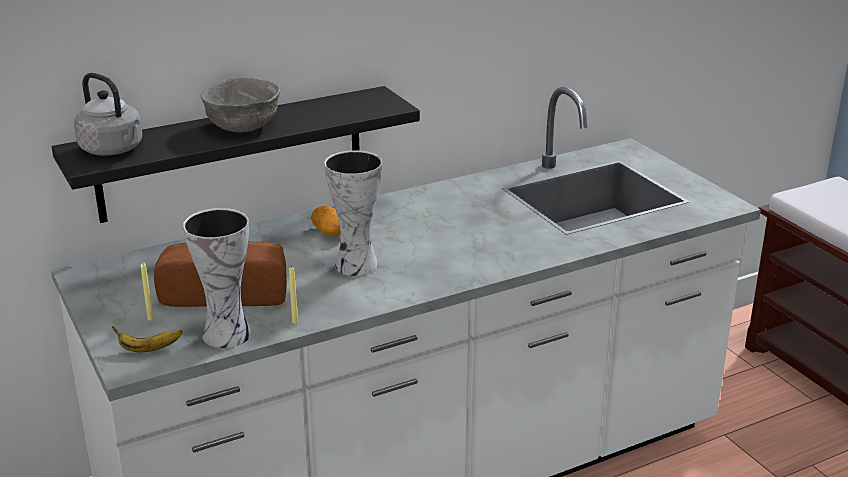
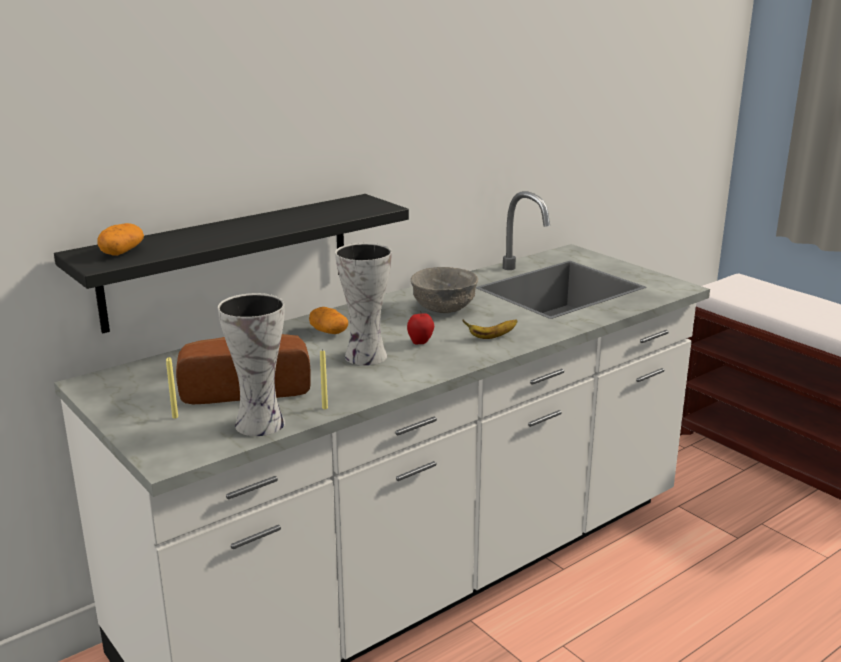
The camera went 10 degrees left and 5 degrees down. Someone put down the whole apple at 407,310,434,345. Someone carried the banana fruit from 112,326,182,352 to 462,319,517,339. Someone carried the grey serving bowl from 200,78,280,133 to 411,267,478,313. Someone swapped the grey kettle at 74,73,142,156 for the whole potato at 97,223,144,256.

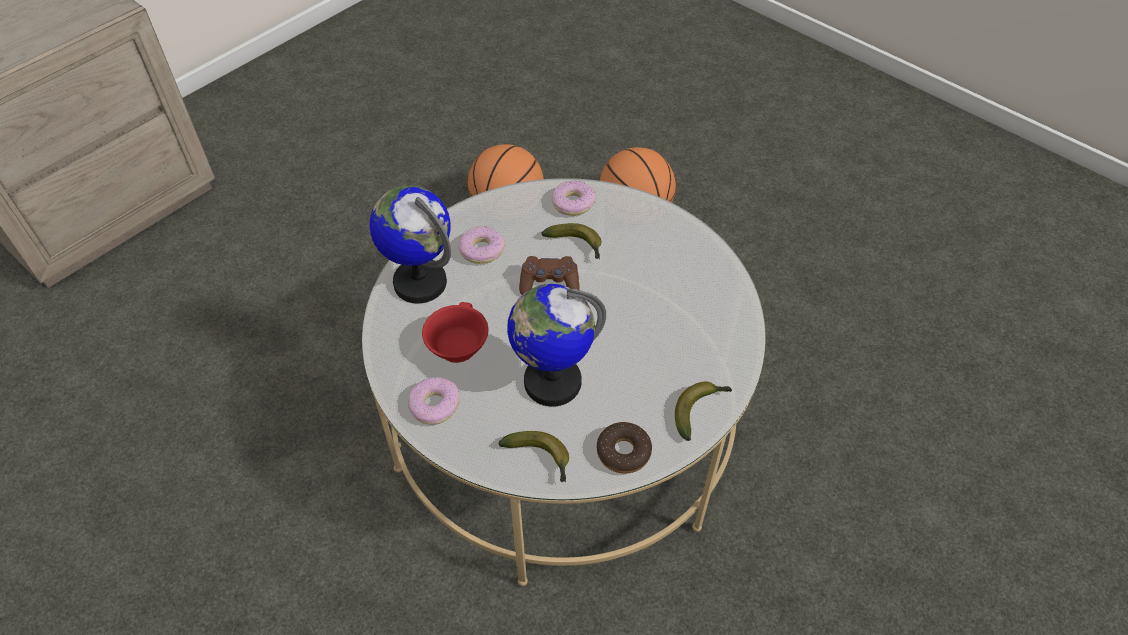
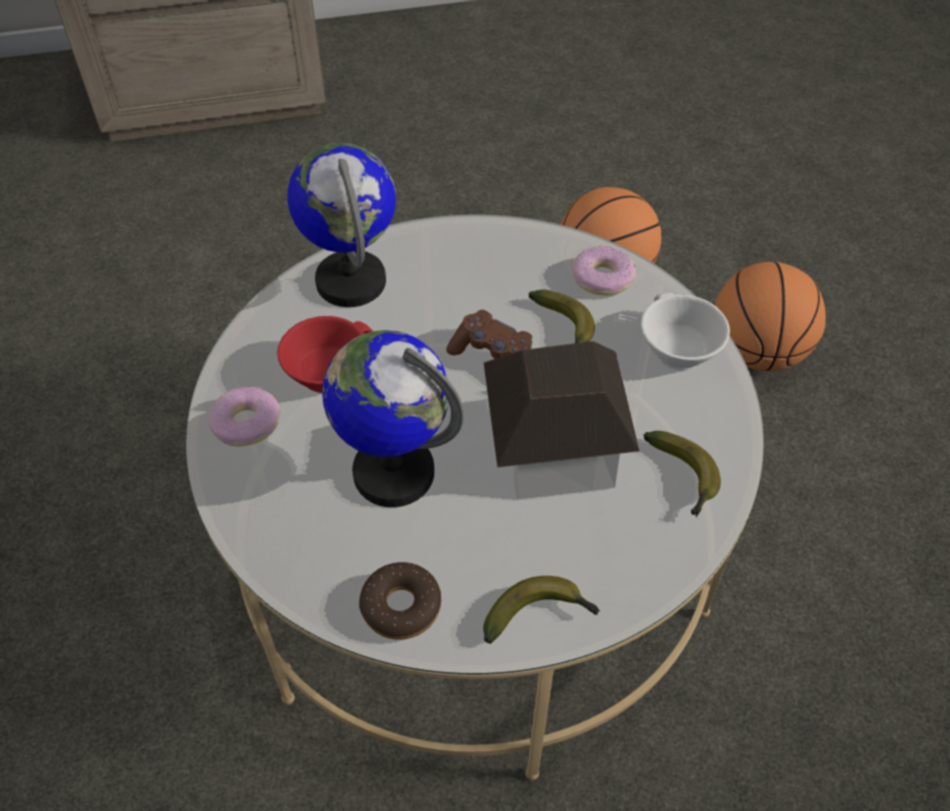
The camera went 35 degrees right and 0 degrees up. Someone took away the donut at 458,227,505,264. Someone put down the toy house at 484,341,639,500. Someone put down the white cup at 641,292,730,370. Someone carried the banana fruit from 498,431,569,482 to 643,431,721,517.

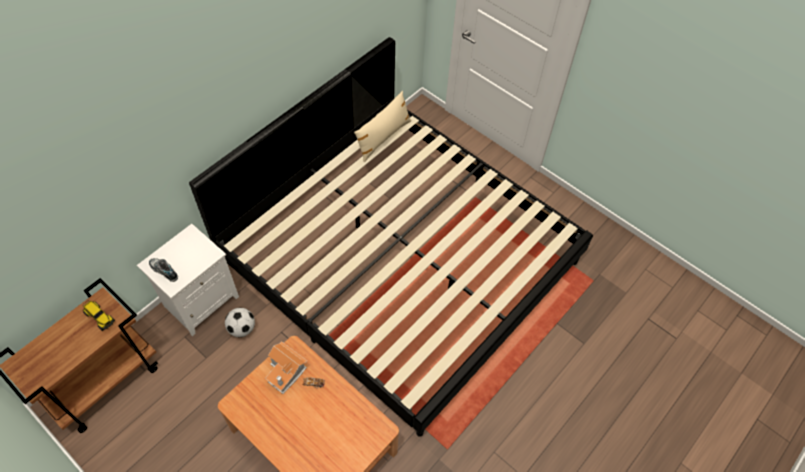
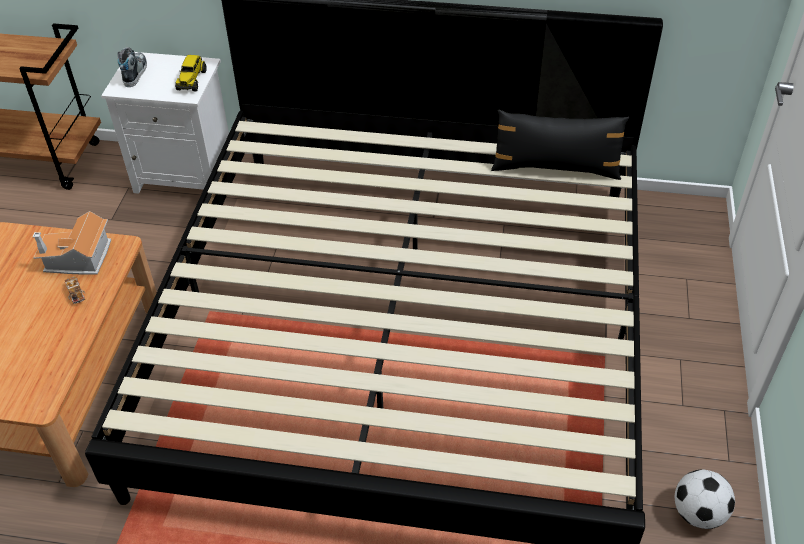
The camera went 60 degrees right and 10 degrees down. Someone carried the model truck from 83,301,115,331 to 175,55,207,91. Someone carried the football ball from 225,308,255,337 to 675,469,735,529. Someone repainted the sand-coloured pillow at 354,91,412,162, which became the black pillow at 491,110,629,180.

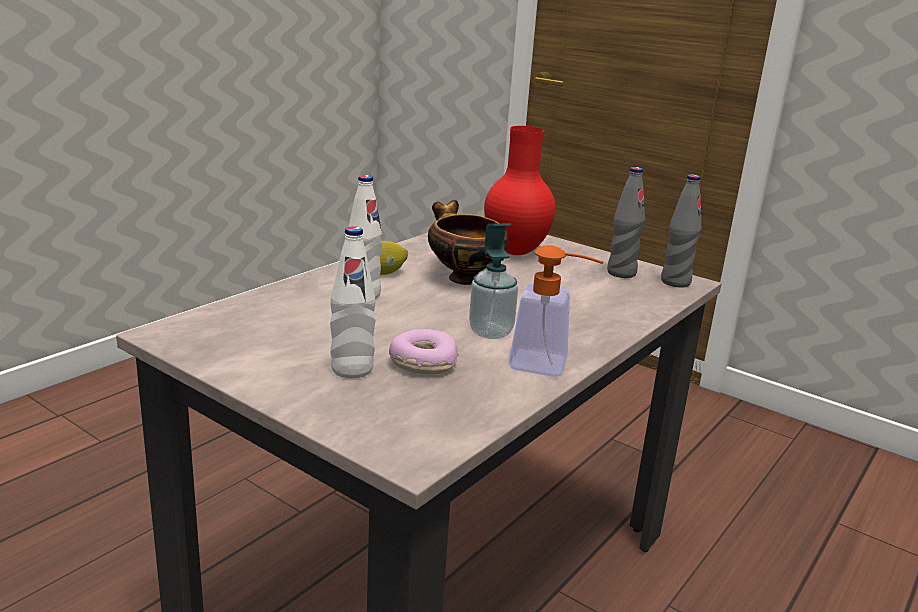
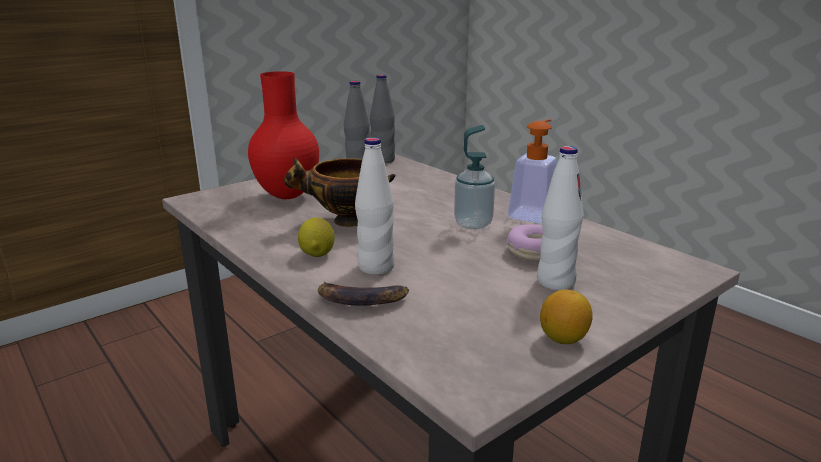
The camera went 75 degrees left and 0 degrees up. Someone put down the banana fruit at 318,281,409,306. Someone put down the lemon at 540,289,593,344.

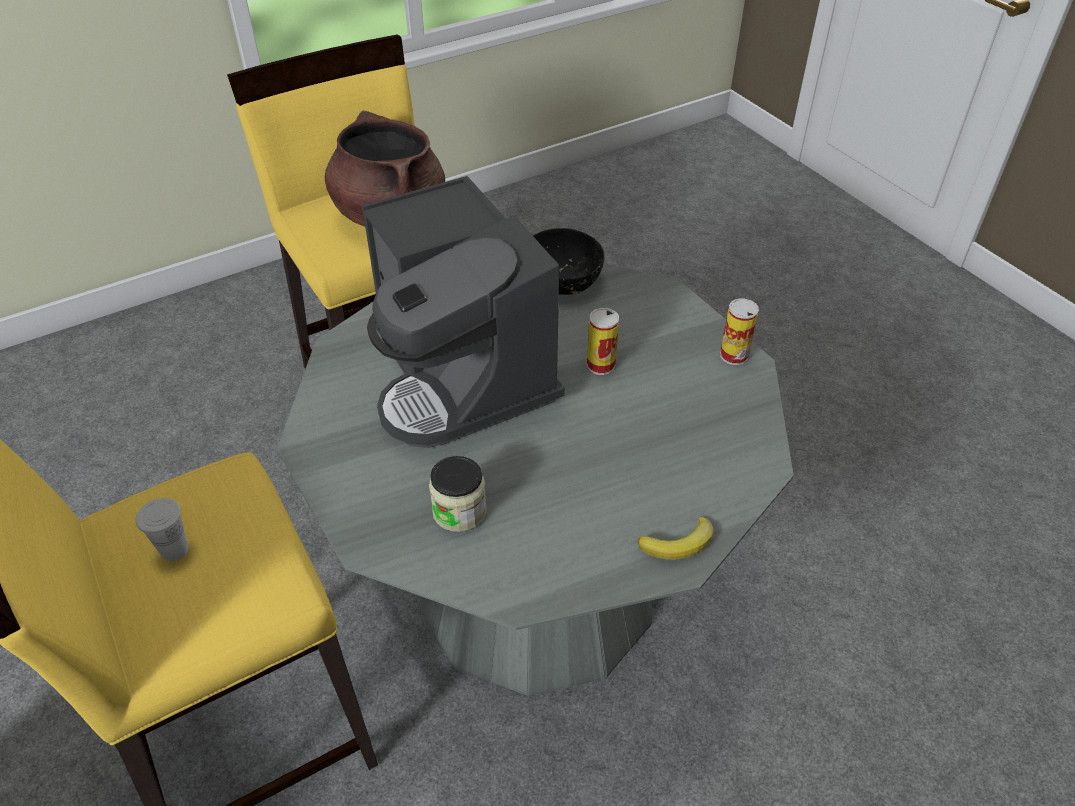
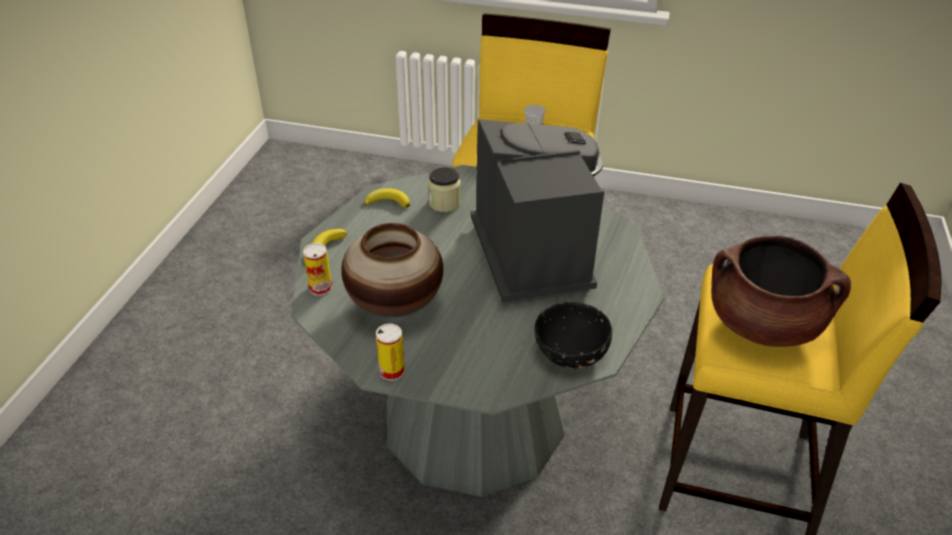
The camera went 135 degrees right and 5 degrees down. Someone put down the vase at 341,223,443,318. Someone put down the banana fruit at 364,188,410,208. Someone carried the can from 587,308,619,375 to 303,243,332,296. Someone rotated the coffee maker at 362,176,565,448 by 60 degrees clockwise.

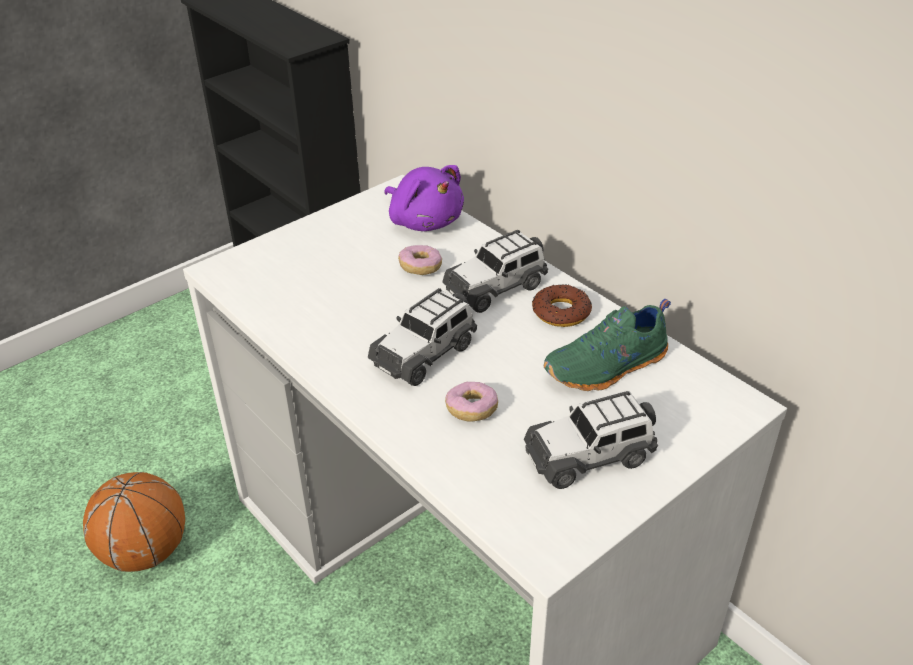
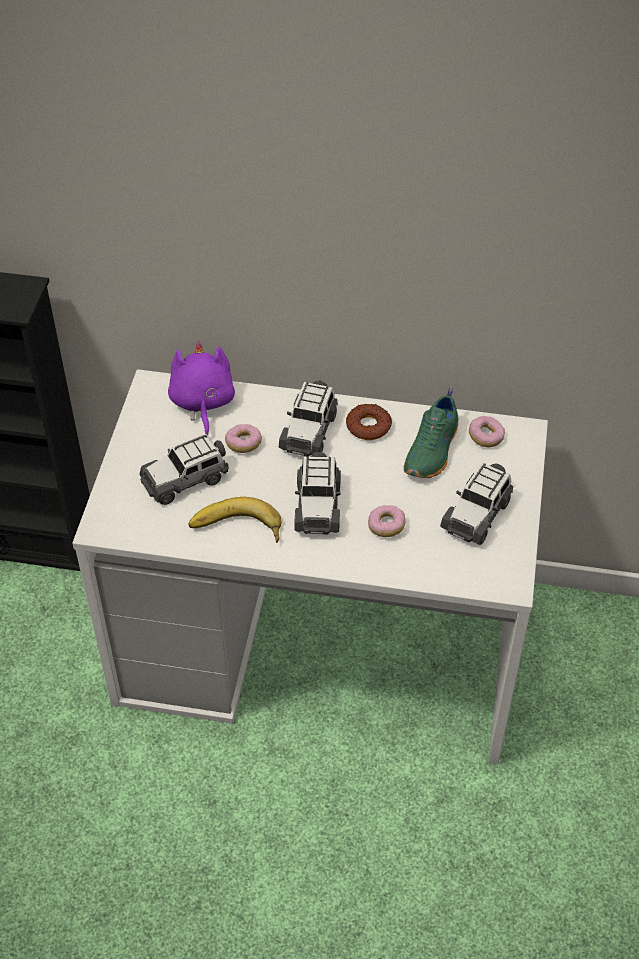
The camera went 40 degrees left and 10 degrees up. Someone took away the basketball ball at 83,472,185,572. Someone put down the toy car at 139,434,229,505. Someone put down the banana fruit at 189,497,282,543. Someone put down the donut at 469,416,505,448. Someone rotated the purplish soft toy at 384,165,464,231 by 105 degrees counterclockwise.

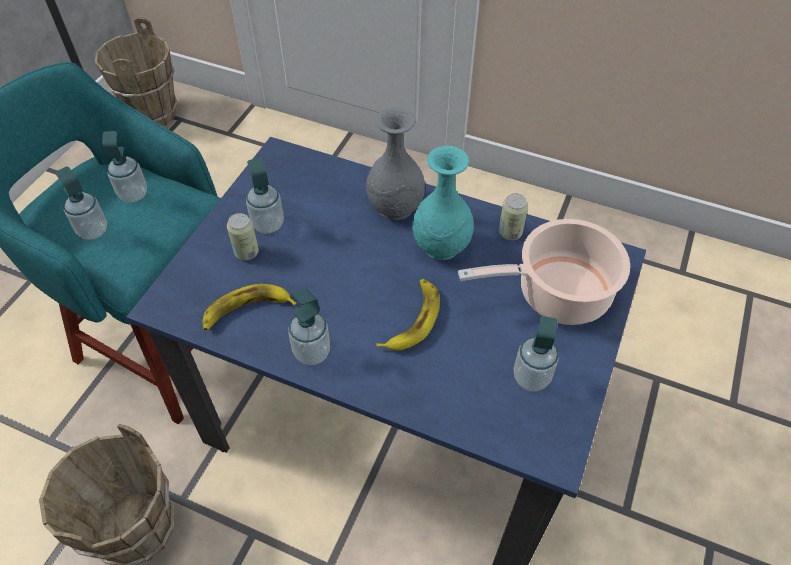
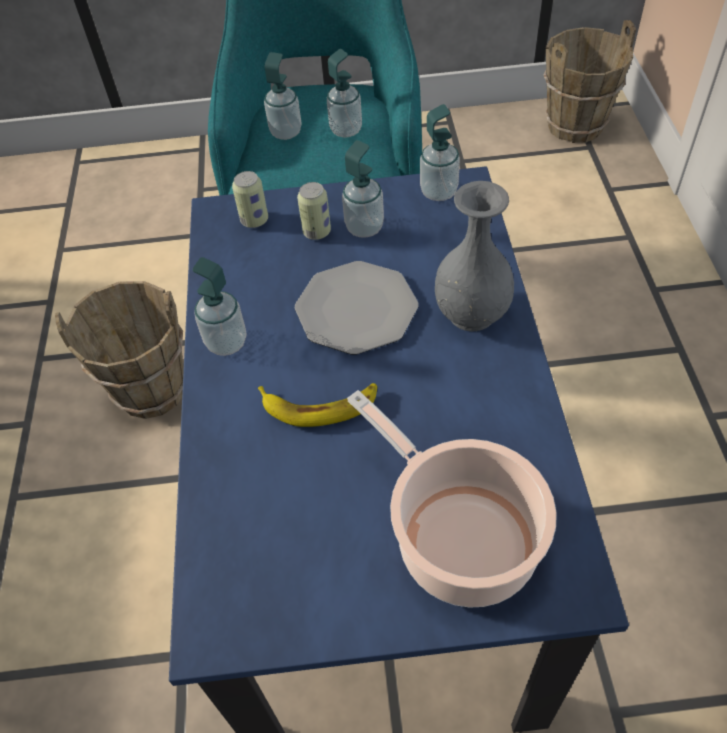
The camera went 65 degrees right and 0 degrees up. Someone took away the banana fruit at 203,284,297,330. Someone took away the turquoise vase at 412,146,474,260. Someone put down the flat dish at 295,261,419,355. Someone carried the can from 499,193,528,240 to 232,171,268,228. Someone carried the soap dispenser from 514,316,559,391 to 420,104,460,201.

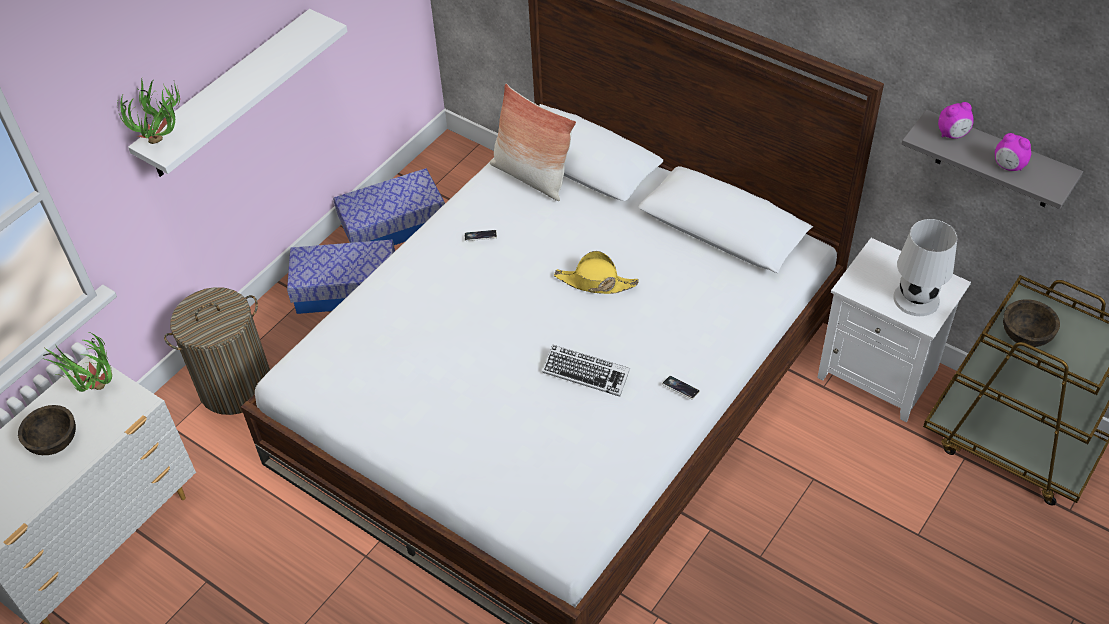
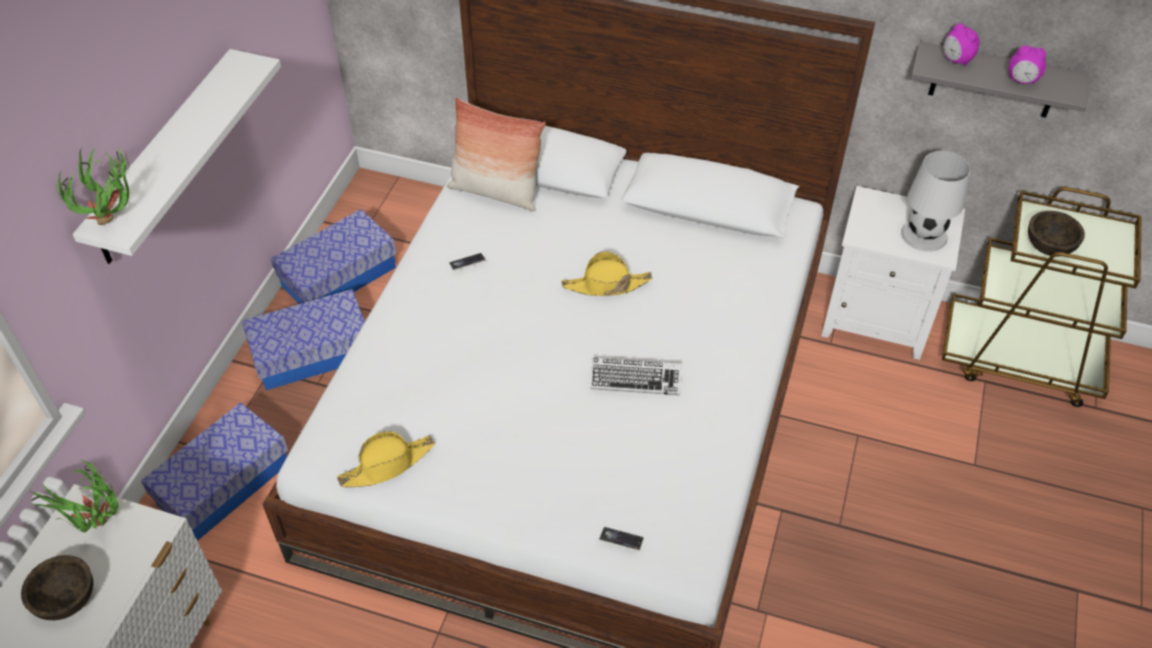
The camera went 20 degrees left and 0 degrees up. Someone put down the yellow wearable hat at 337,431,435,487. Someone carried the phone from 662,376,700,399 to 599,527,644,551. Someone swapped the laundry basket at 164,287,270,415 for the storage bin at 141,402,288,541. Someone rotated the table clock at 938,102,973,139 by 90 degrees clockwise.

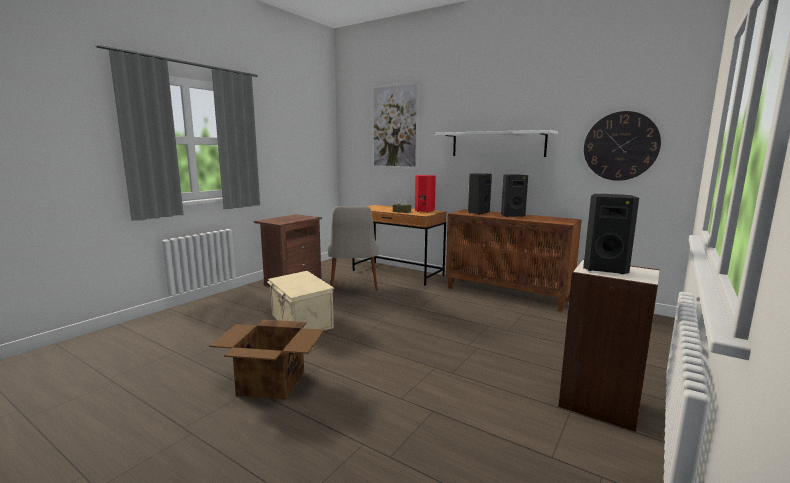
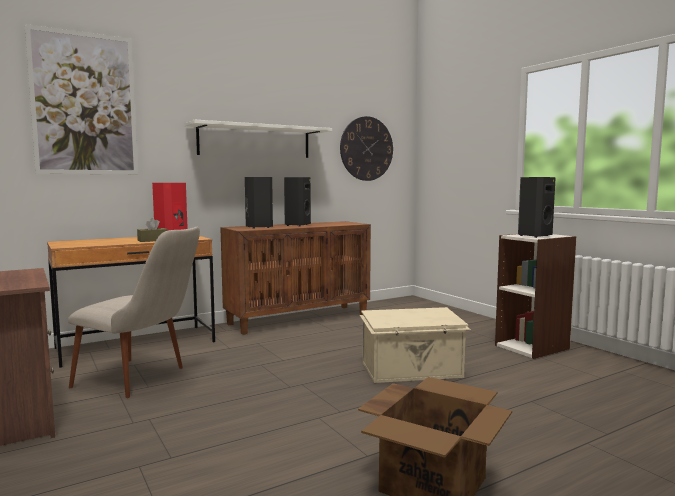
The camera went 65 degrees left and 5 degrees down. Someone carried the sand-coloured storage bin from 267,271,334,330 to 360,307,471,383.

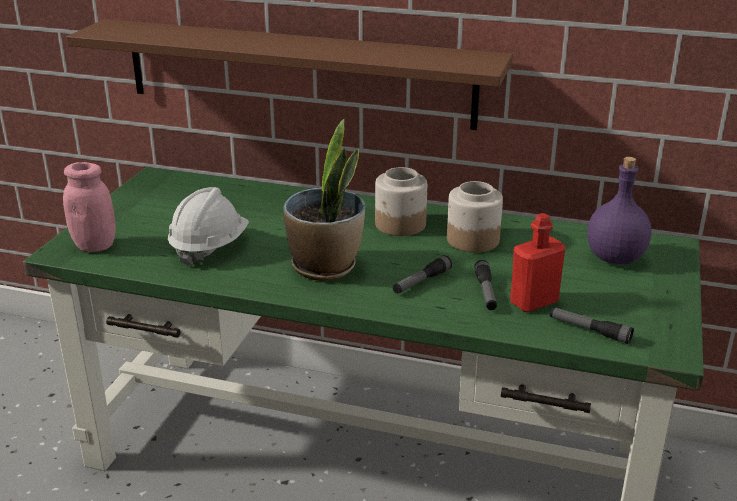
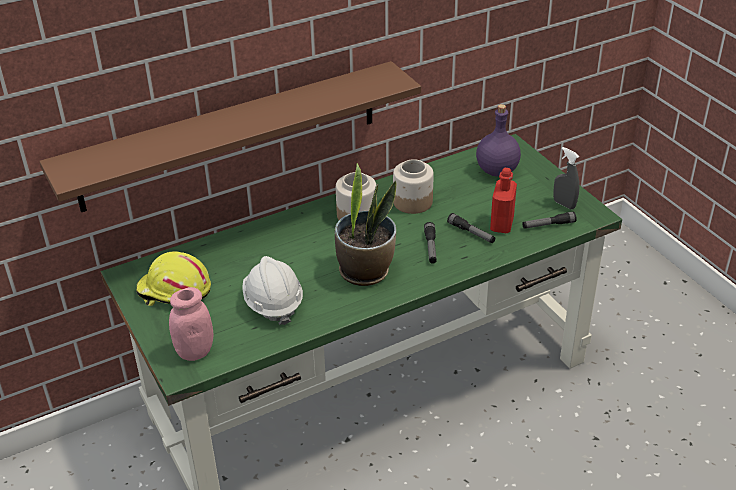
The camera went 45 degrees left and 10 degrees up. Someone put down the yellow work helmet at 136,251,211,306. Someone put down the grey hand sprayer at 553,147,580,209.

